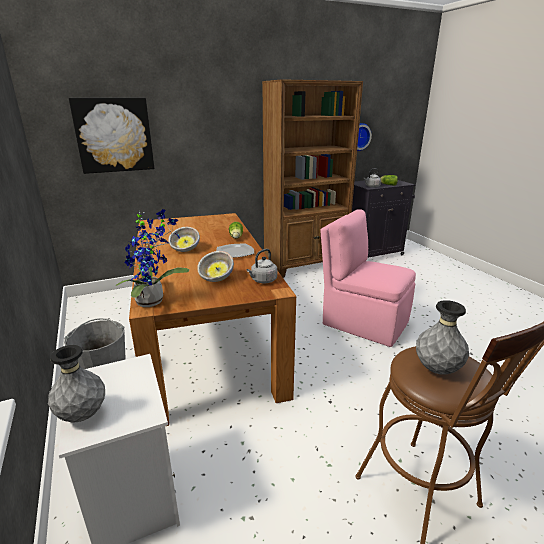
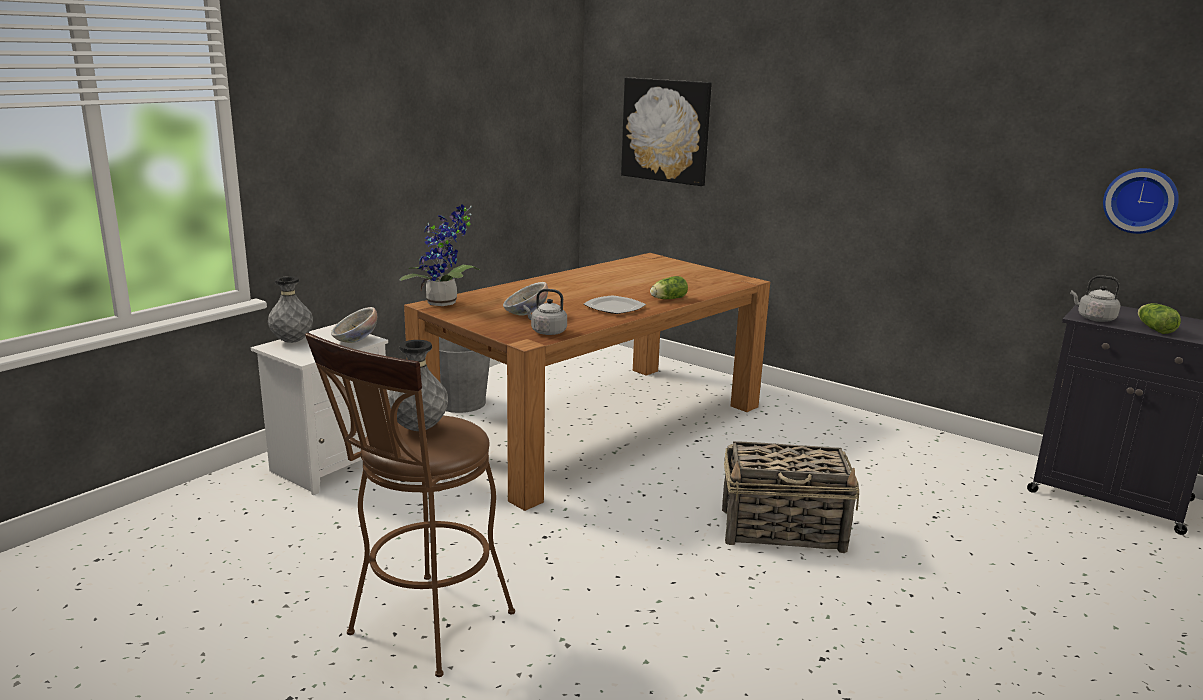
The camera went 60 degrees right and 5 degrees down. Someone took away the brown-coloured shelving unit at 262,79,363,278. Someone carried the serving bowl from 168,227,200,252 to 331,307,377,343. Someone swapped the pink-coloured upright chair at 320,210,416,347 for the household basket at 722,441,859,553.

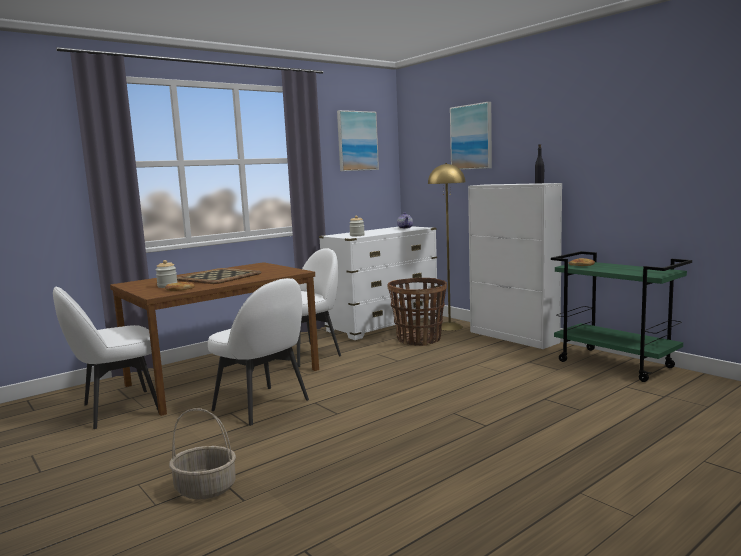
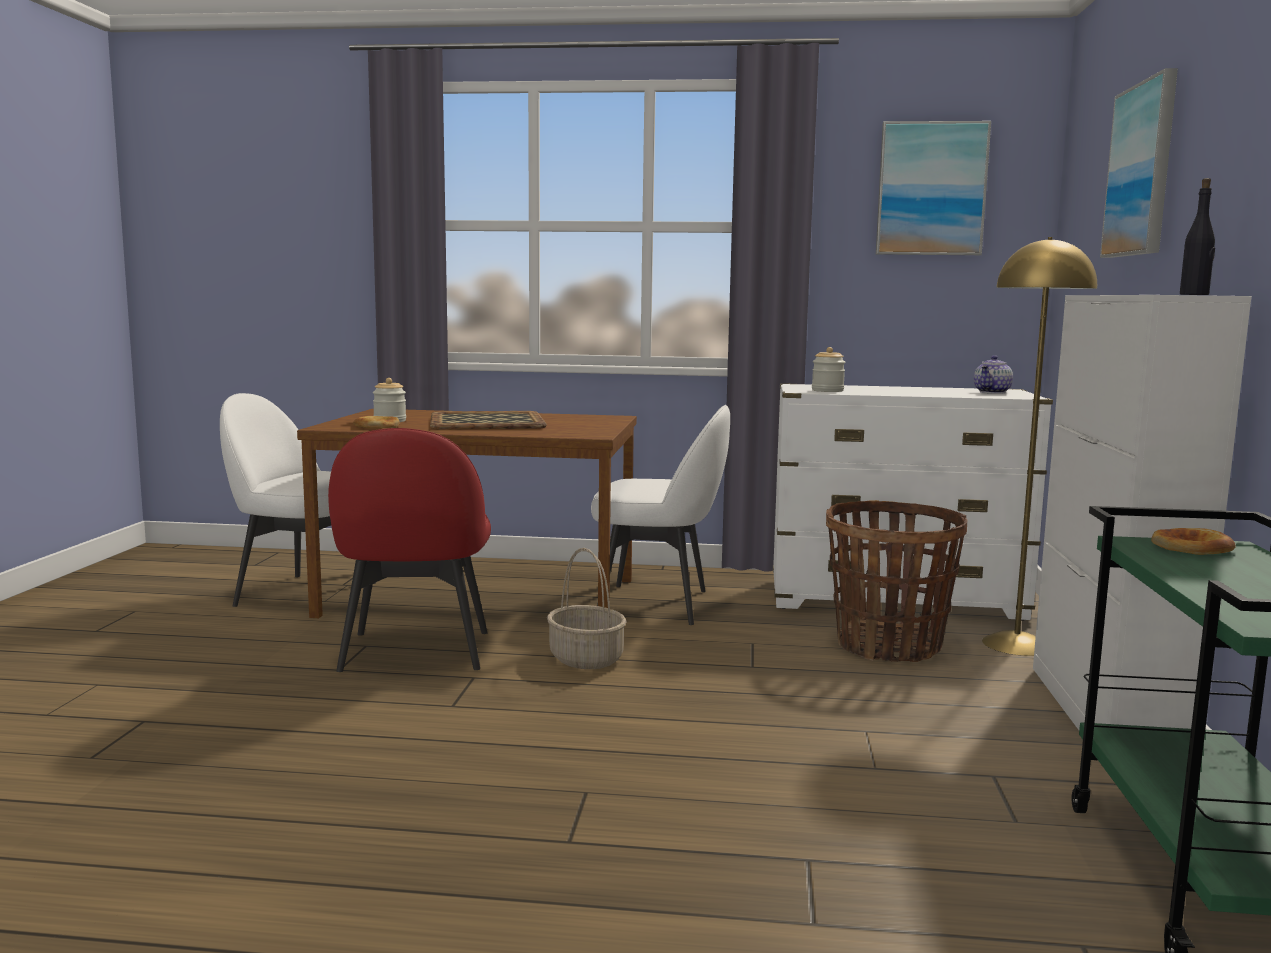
The camera went 45 degrees right and 0 degrees up. Someone carried the household basket from 169,408,236,499 to 547,548,627,669. Someone repainted the white upright chair at 208,278,309,426, which became the reddish upright chair at 328,428,491,672.

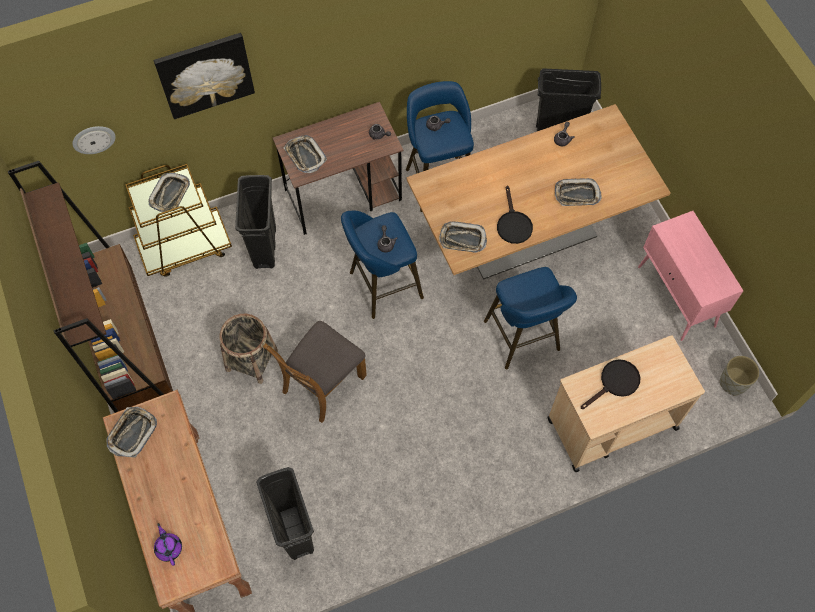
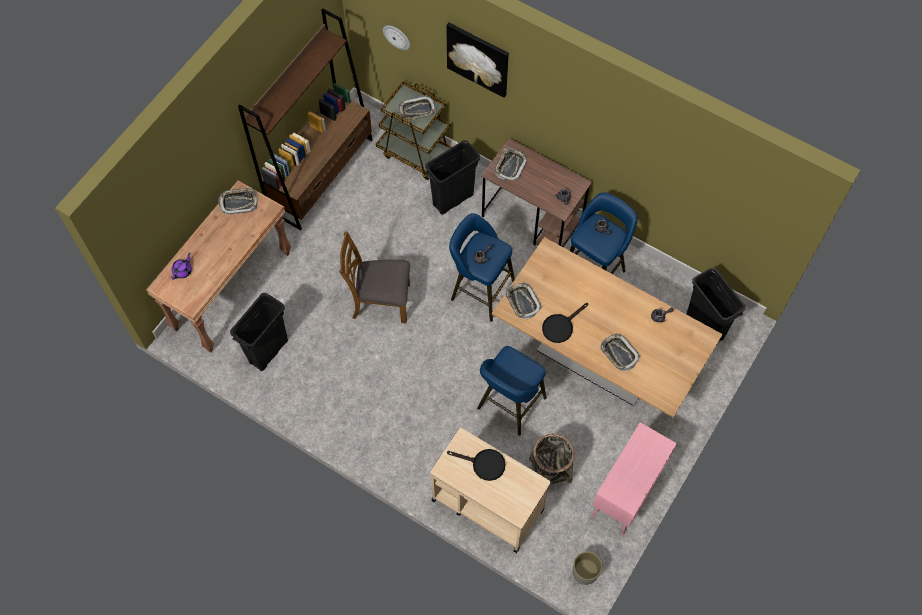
The camera went 55 degrees right and 0 degrees up. Someone carried the household basket from 219,314,278,384 to 529,433,575,485.

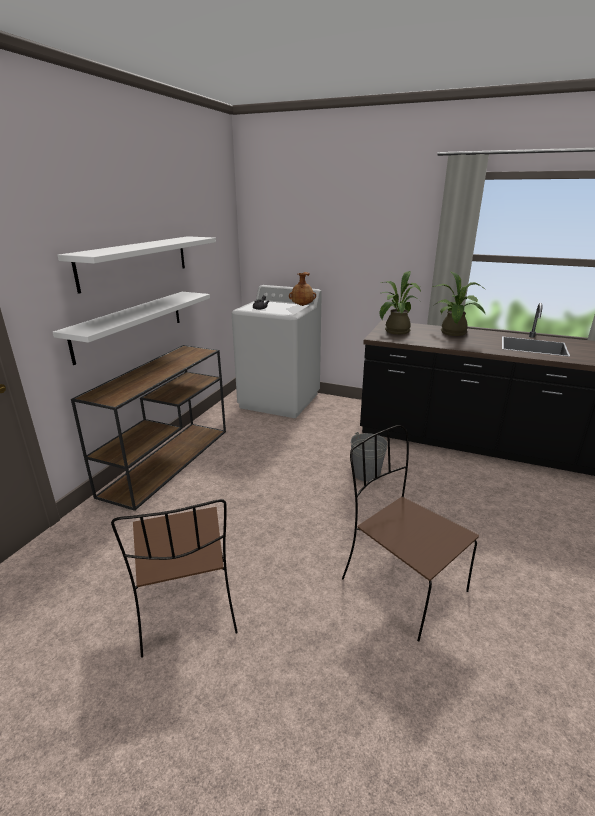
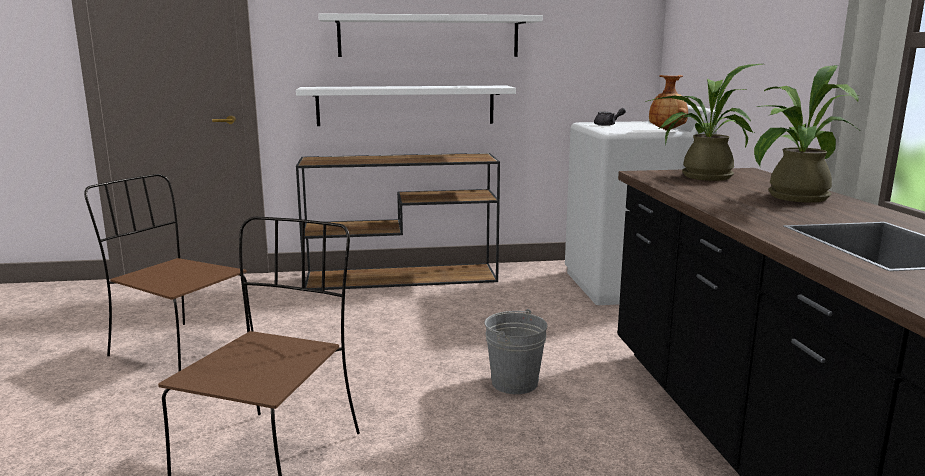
The camera went 60 degrees right and 10 degrees down. Someone rotated the brown-coloured upright chair at 111,499,238,658 by 75 degrees clockwise.

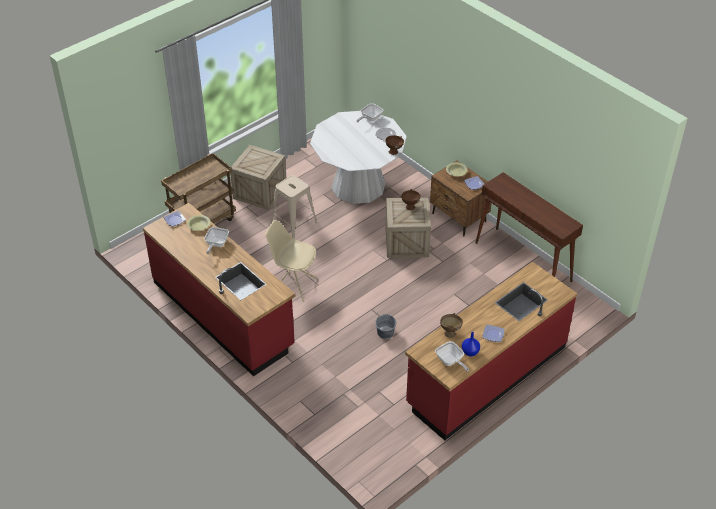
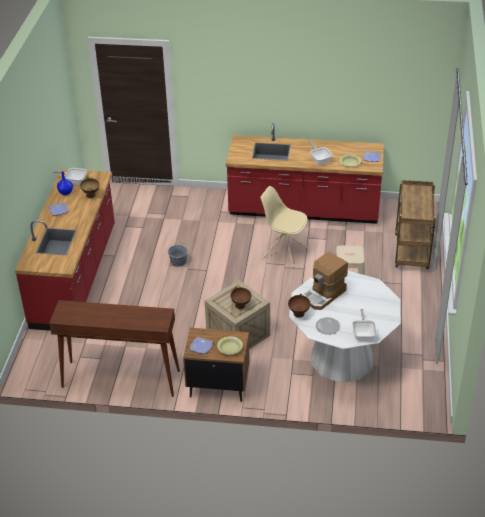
The camera went 140 degrees right and 5 degrees down. Someone took away the packing crate at 230,145,286,210. Someone put down the coffee maker at 303,252,348,310. Someone rotated the sand-coloured upright chair at 265,220,317,302 by 135 degrees counterclockwise.

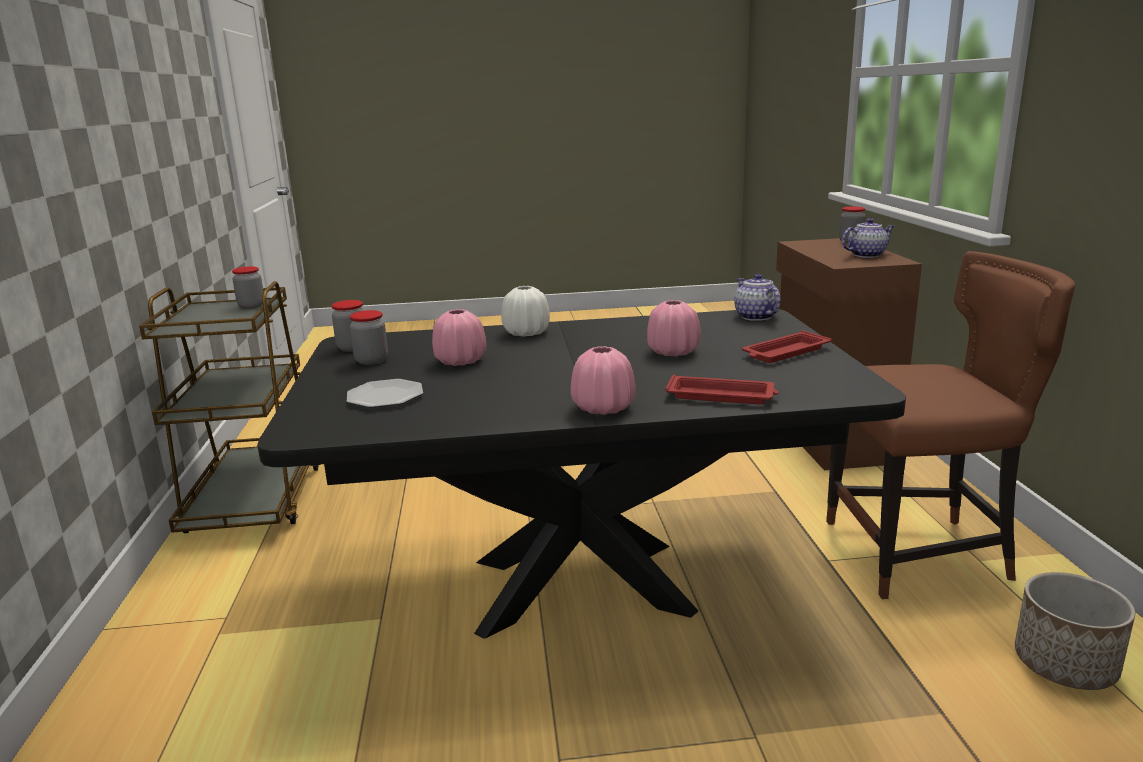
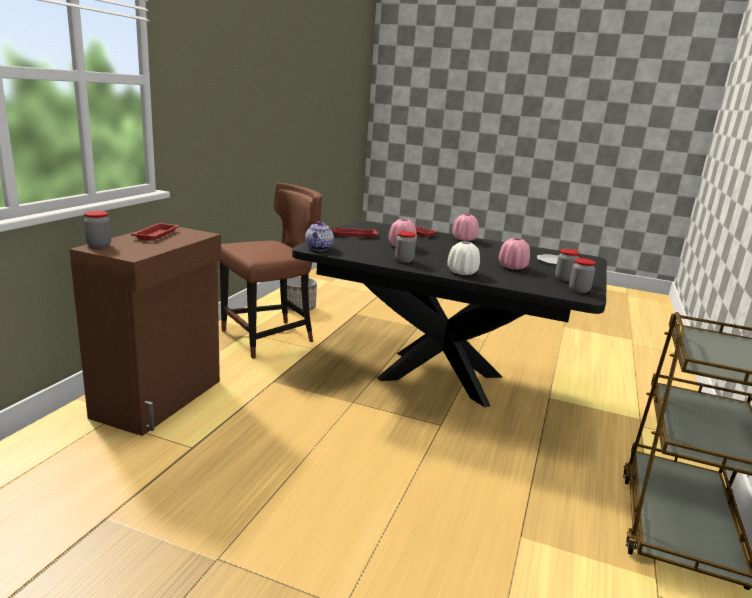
The camera went 155 degrees left and 0 degrees up. Someone carried the preserve jar from 232,266,263,309 to 395,231,416,263. Someone swapped the teapot at 842,218,894,258 for the reddish tray at 131,223,179,241. Someone rotated the brown-coloured upright chair at 826,251,1075,599 by 120 degrees clockwise.

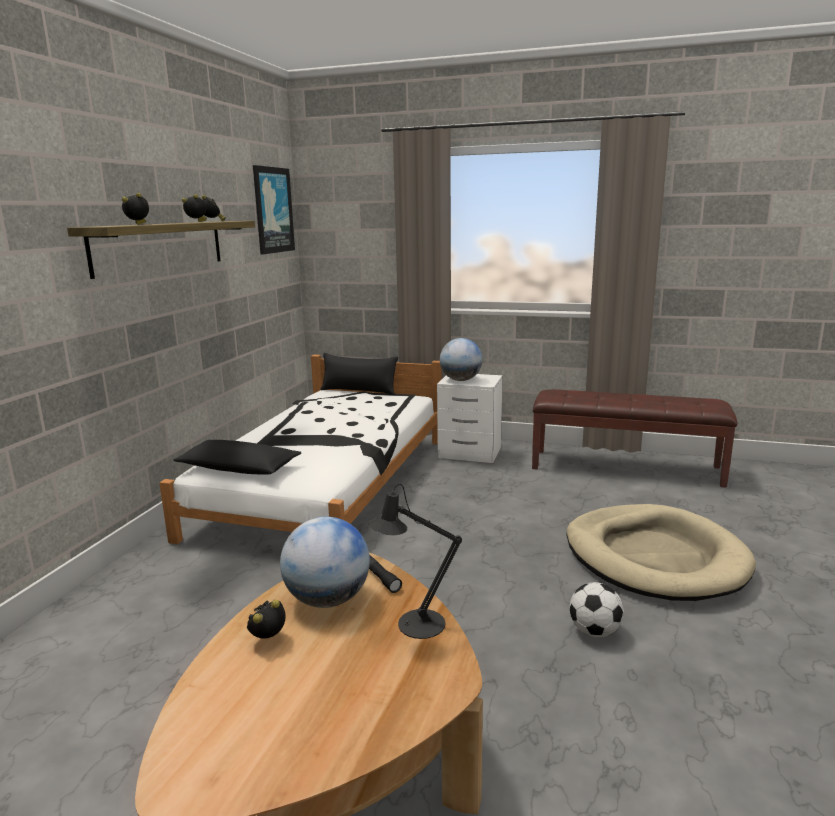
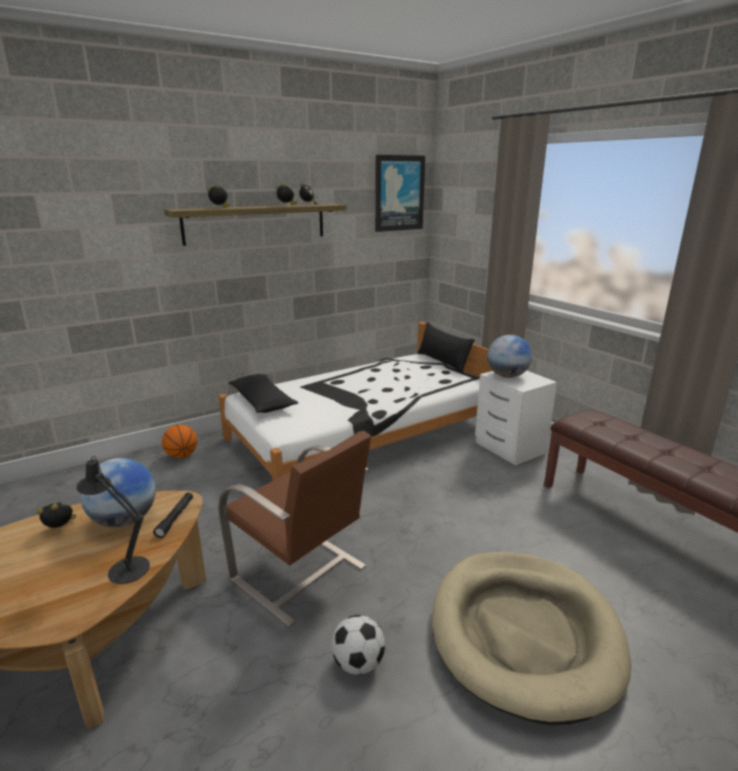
The camera went 40 degrees right and 5 degrees up. Someone put down the basketball ball at 162,425,198,458. Someone put down the brown-coloured upright chair at 218,431,371,627.

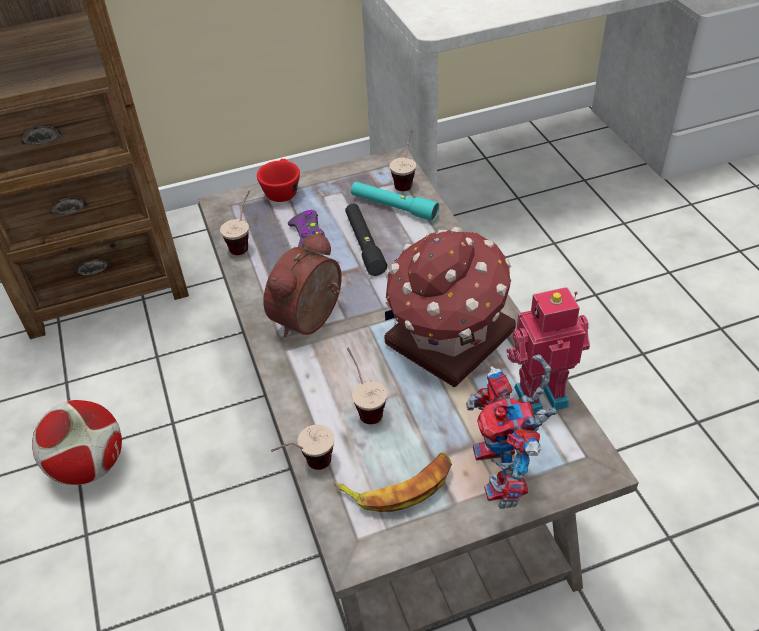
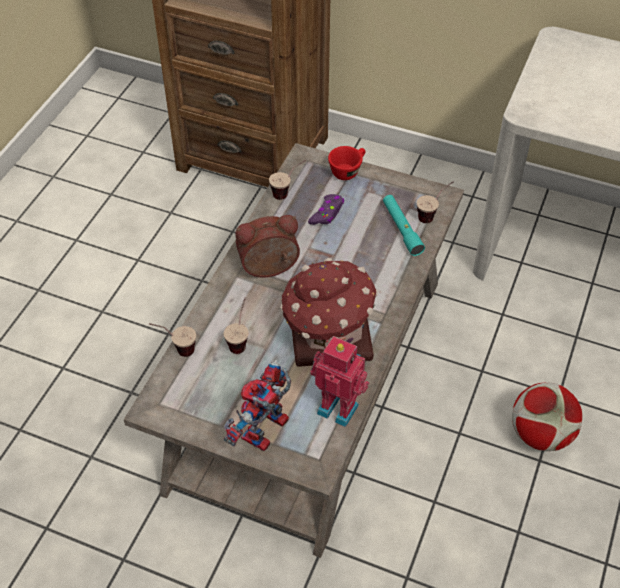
The camera went 40 degrees right and 5 degrees up. Someone took away the banana fruit at 334,452,452,512. Someone took away the black flashlight at 345,204,387,276. Someone carried the football ball from 32,400,122,485 to 512,383,582,451.

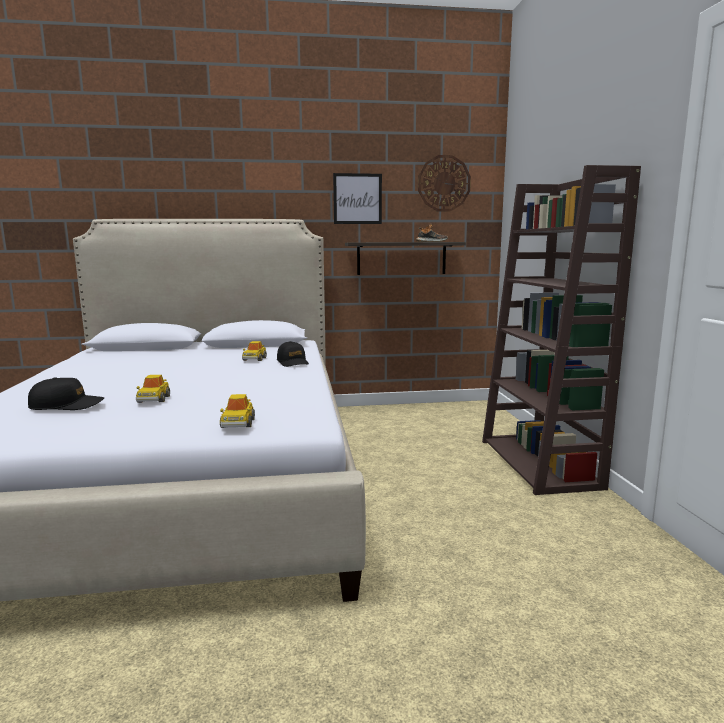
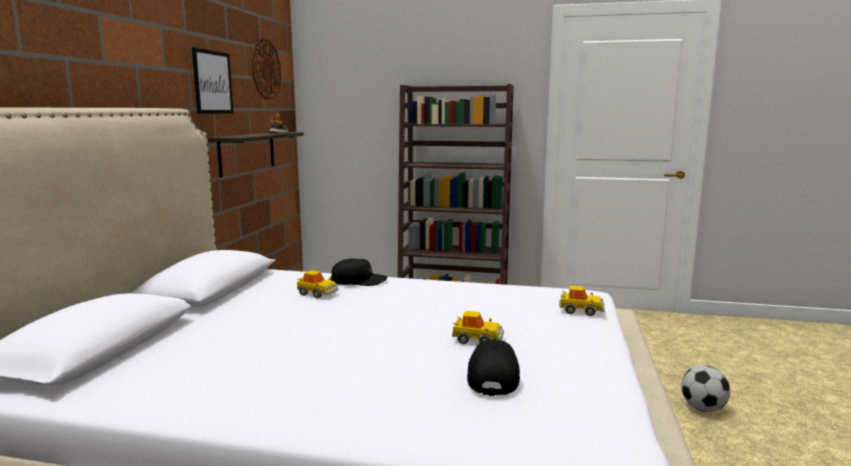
The camera went 70 degrees left and 0 degrees up. Someone put down the football ball at 681,365,730,412.

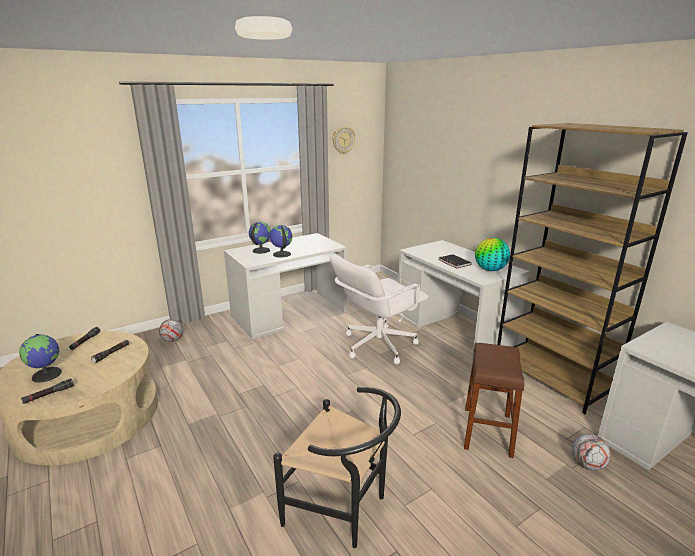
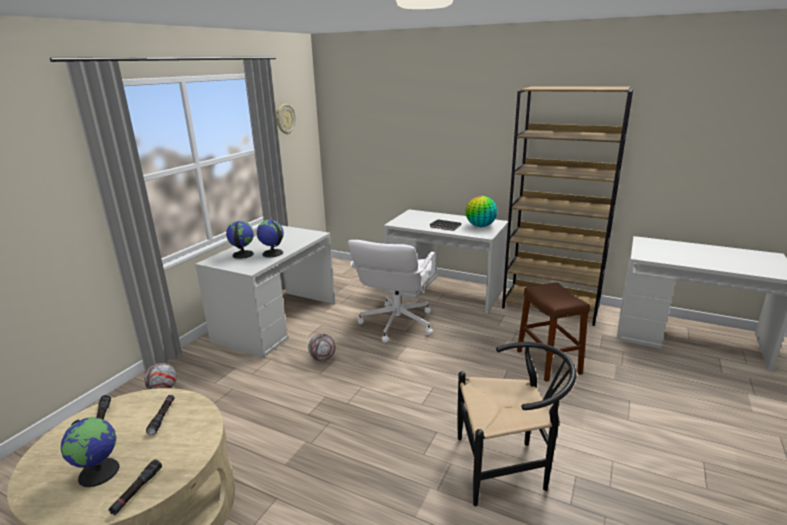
The camera went 30 degrees left and 0 degrees up. Someone carried the football ball from 572,434,611,471 to 308,334,336,361.

